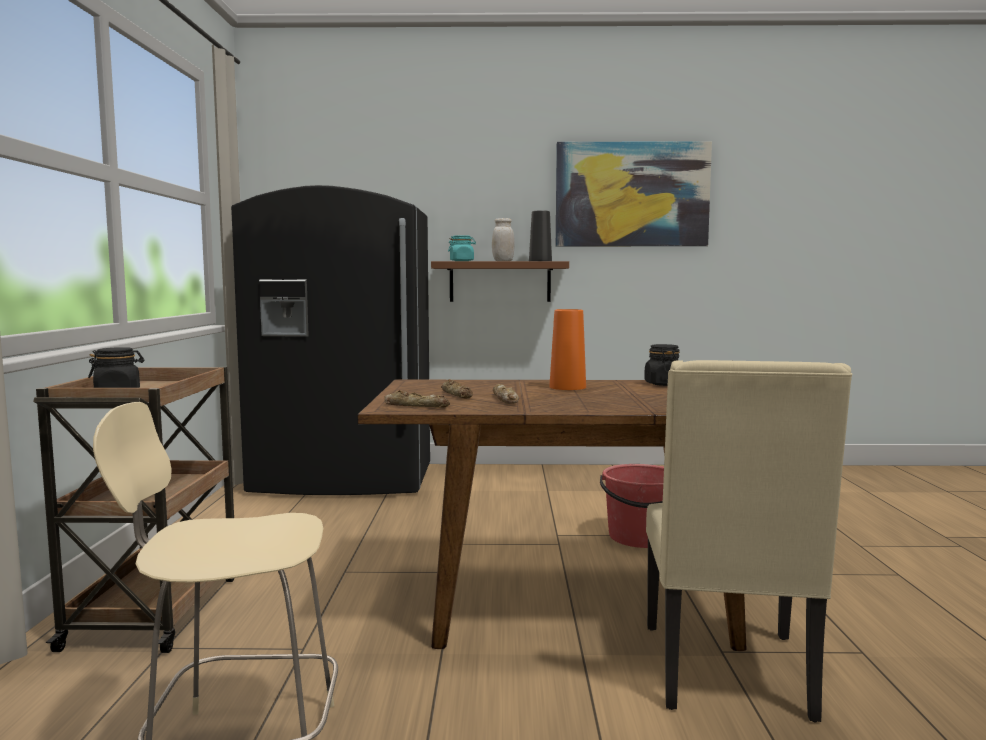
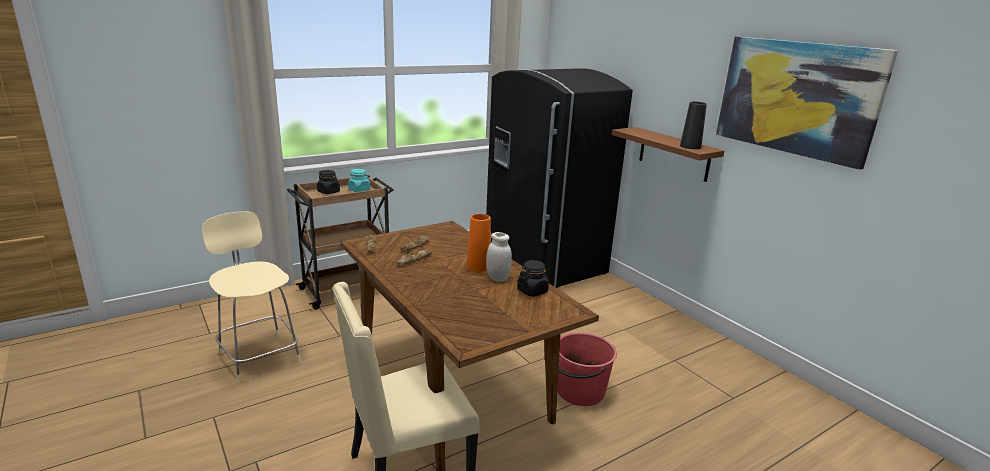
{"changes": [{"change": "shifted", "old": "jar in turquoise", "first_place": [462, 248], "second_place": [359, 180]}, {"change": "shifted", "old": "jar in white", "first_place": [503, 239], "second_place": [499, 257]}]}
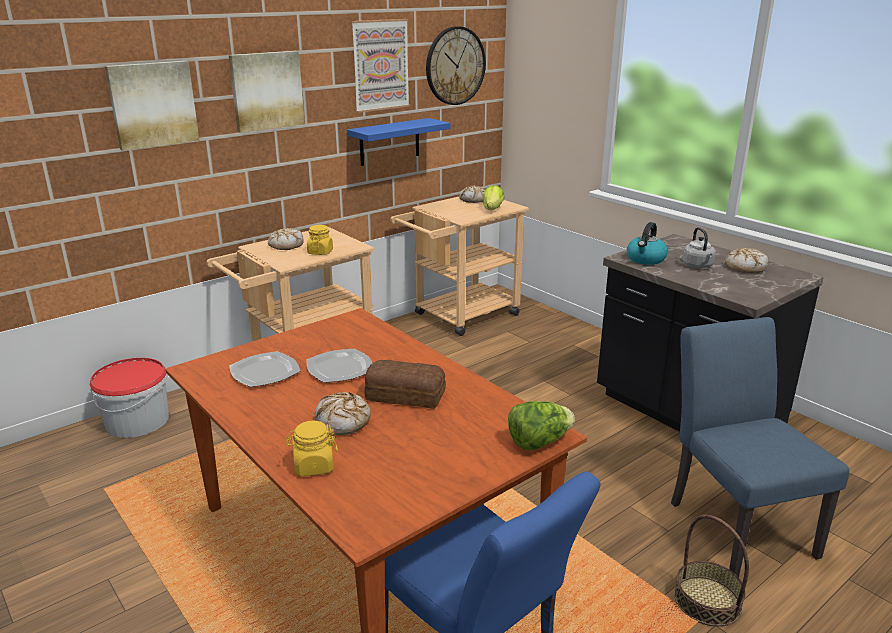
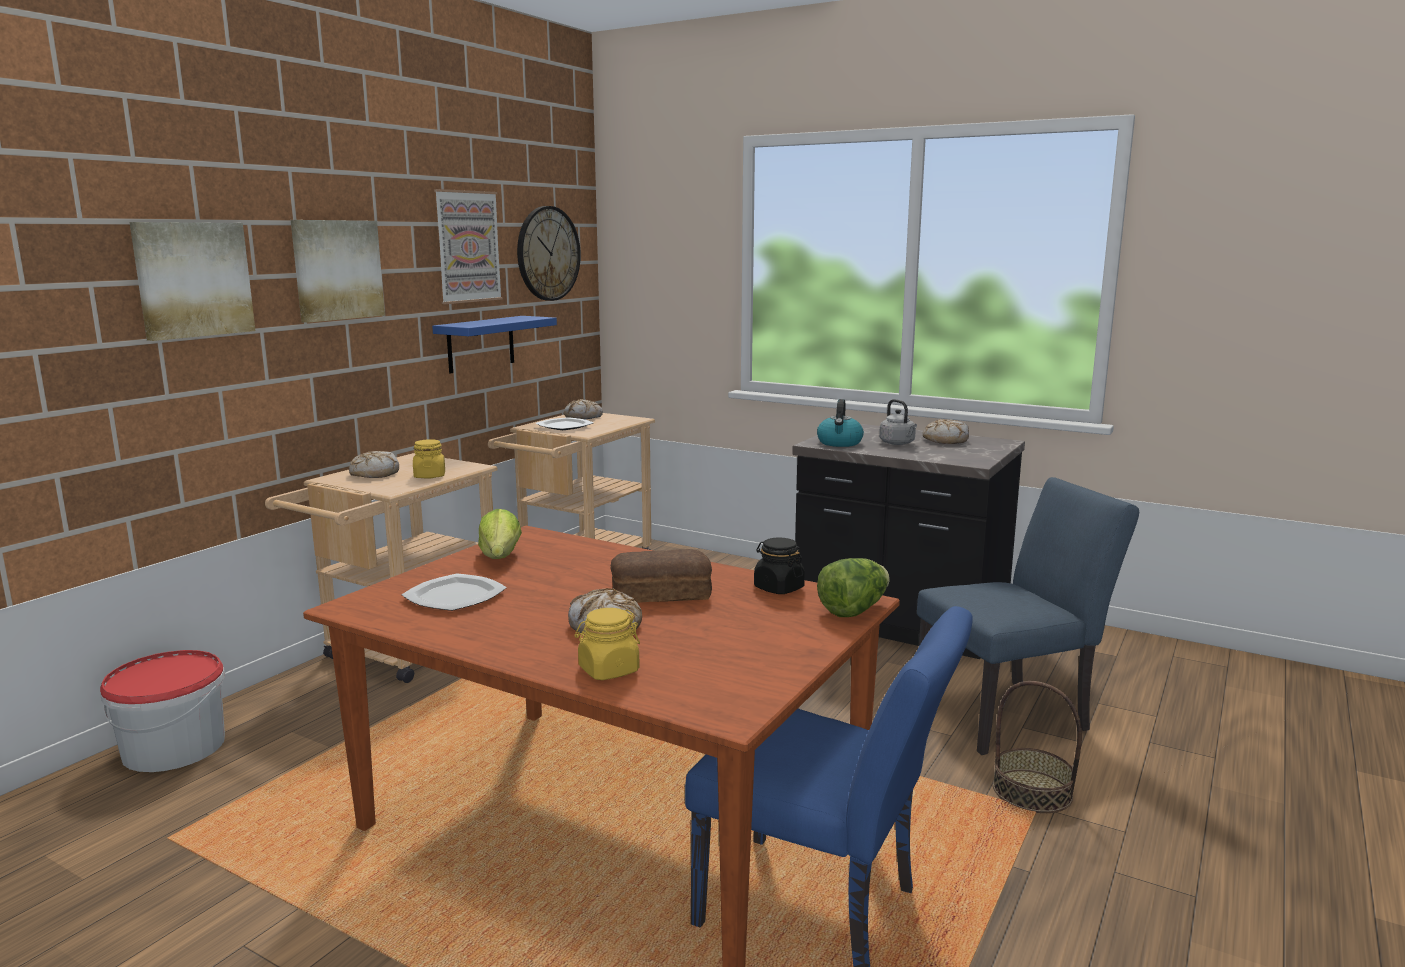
{"changes": [{"change": "shifted", "old": "lettuce", "first_place": [494, 197], "second_place": [500, 534]}, {"change": "shifted", "old": "plate", "first_place": [339, 366], "second_place": [564, 423]}, {"change": "new", "new": "jar in black", "second_place": [779, 566]}, {"change": "rotated", "old": "chair in blue", "first_place": [760, 447], "second_place": [1028, 616], "degrees": 105}]}
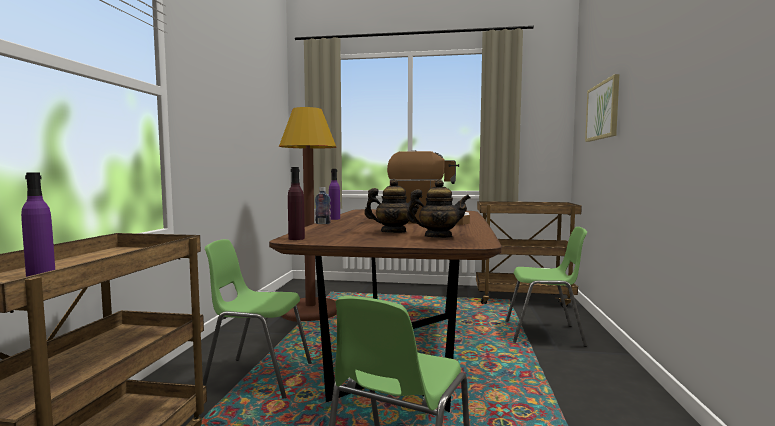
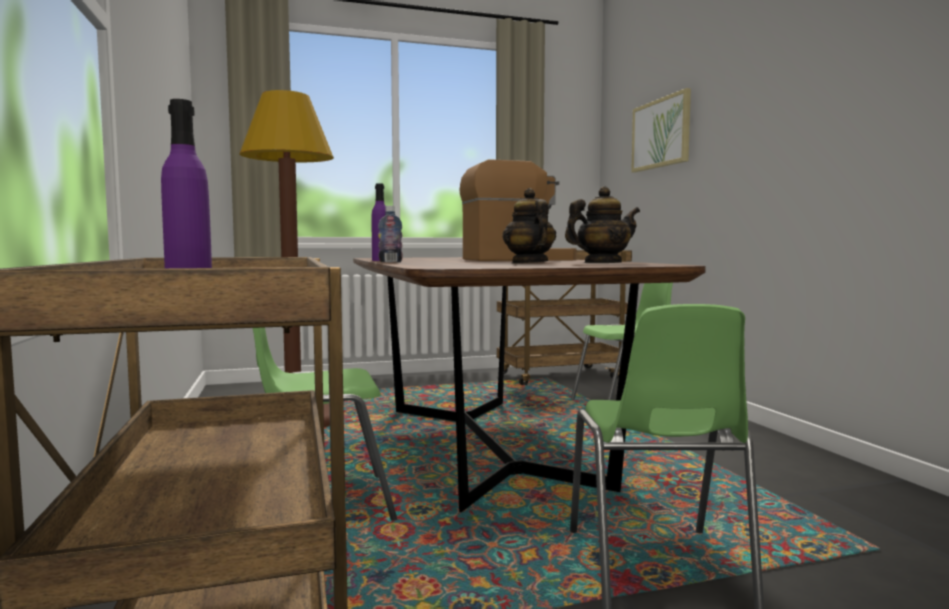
{"changes": [{"change": "rotated", "old": "teapot", "first_place": [393, 206], "second_place": [529, 225], "degrees": -90}, {"change": "gone", "old": "bottle in purple", "first_place": [296, 203]}]}
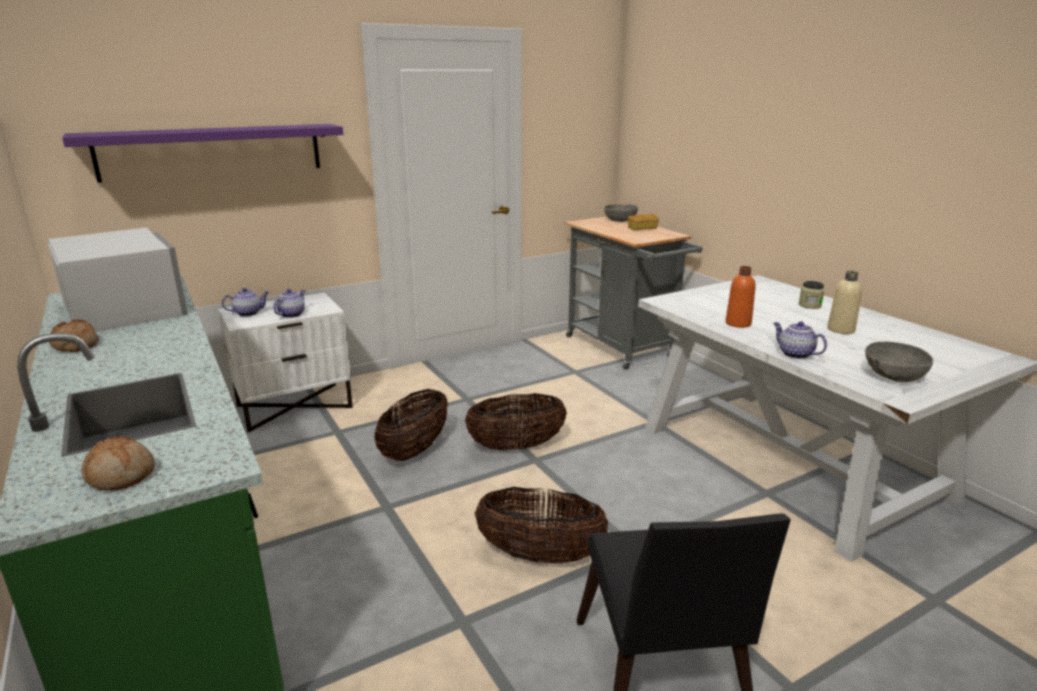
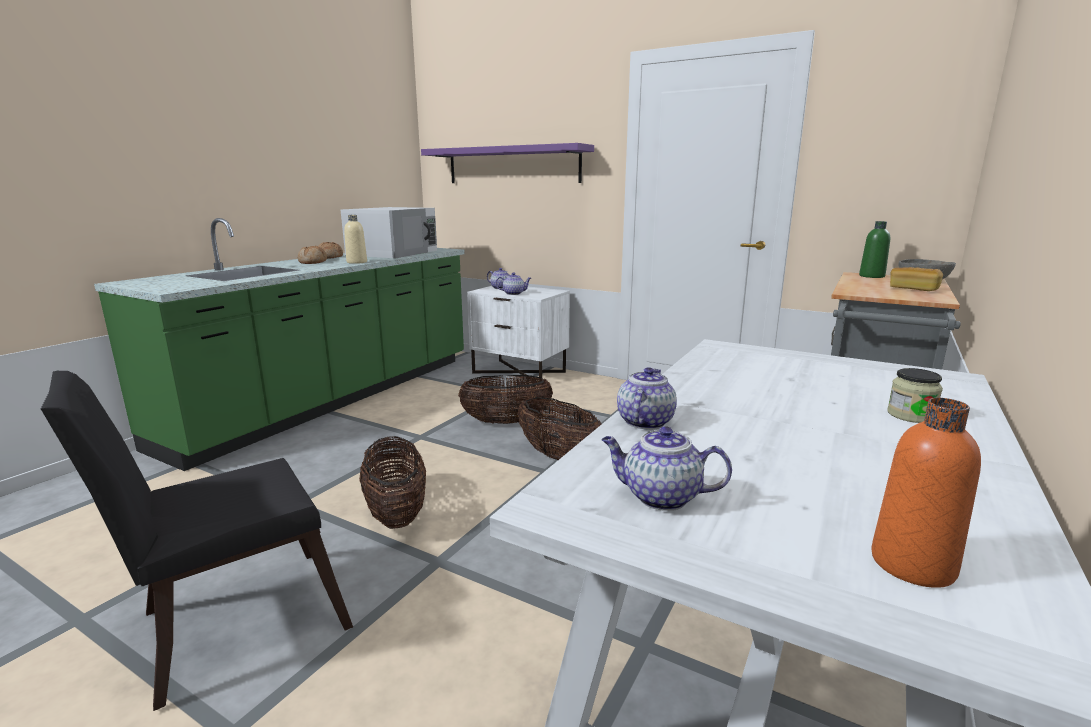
{"changes": [{"change": "shifted", "old": "bread", "first_place": [118, 463], "second_place": [312, 255]}, {"change": "shifted", "old": "bottle in beige", "first_place": [844, 302], "second_place": [355, 239]}, {"change": "swapped", "old": "bowl in grey", "new": "teapot", "first_place": [899, 361], "second_place": [666, 468]}, {"change": "new", "new": "bottle in green", "second_place": [874, 249]}, {"change": "shifted", "old": "bottle in orange", "first_place": [740, 297], "second_place": [926, 493]}]}
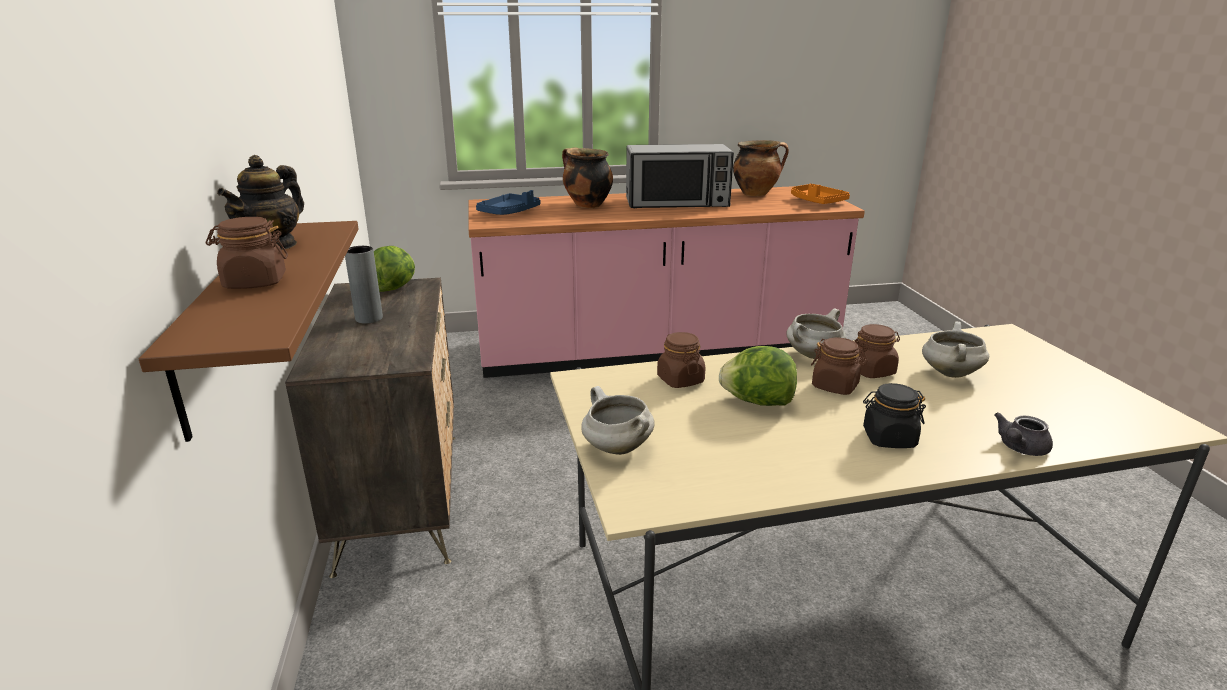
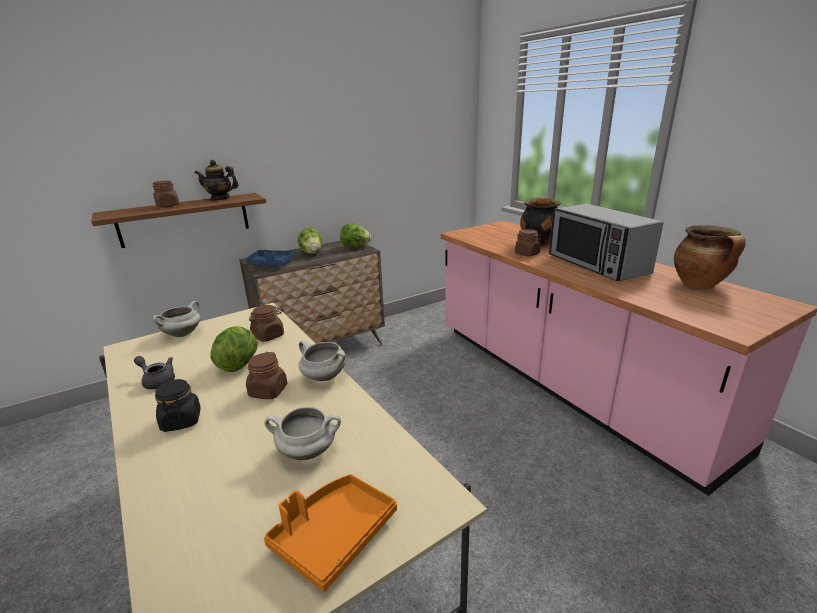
{"changes": [{"change": "shifted", "old": "teapot in grey", "first_place": [1023, 434], "second_place": [154, 372]}, {"change": "shifted", "old": "tray in blue", "first_place": [508, 202], "second_place": [271, 258]}, {"change": "shifted", "old": "tray in orange", "first_place": [820, 194], "second_place": [330, 533]}, {"change": "swapped", "old": "vase in grey", "new": "lettuce", "first_place": [364, 285], "second_place": [310, 241]}, {"change": "shifted", "old": "jar in brown", "first_place": [877, 351], "second_place": [528, 242]}]}
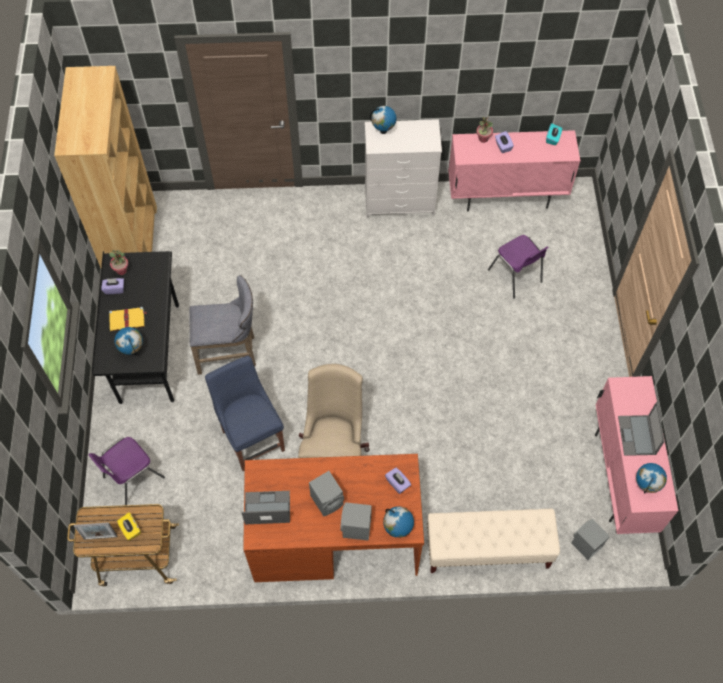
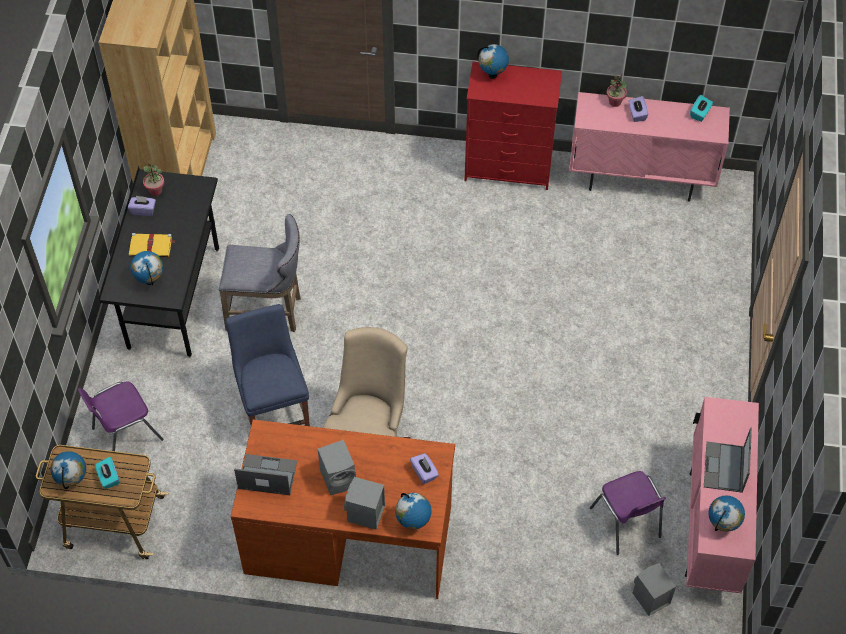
{"changes": [{"change": "swapped", "old": "picture frame", "new": "globe", "first_place": [96, 531], "second_place": [68, 470]}, {"change": "repainted", "old": "tissue box in yellow", "new": "tissue box in turquoise", "first_place": [129, 526], "second_place": [107, 473]}, {"change": "repainted", "old": "dresser in white", "new": "dresser in red", "first_place": [403, 168], "second_place": [513, 126]}, {"change": "shifted", "old": "chair in purple", "first_place": [518, 267], "second_place": [628, 513]}, {"change": "gone", "old": "bench in beige", "first_place": [493, 540]}]}
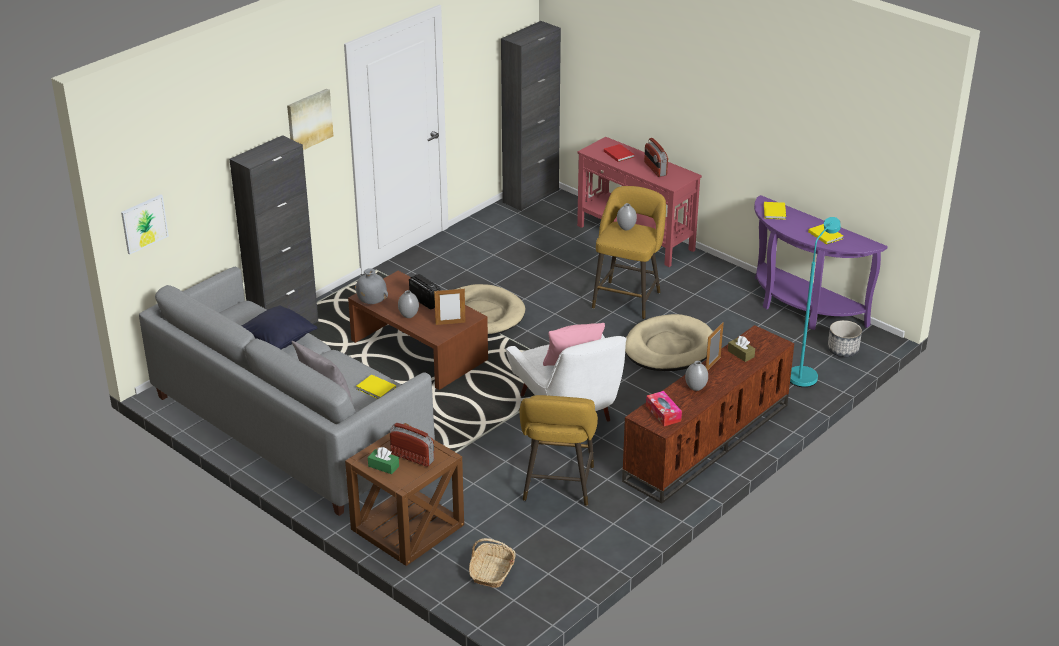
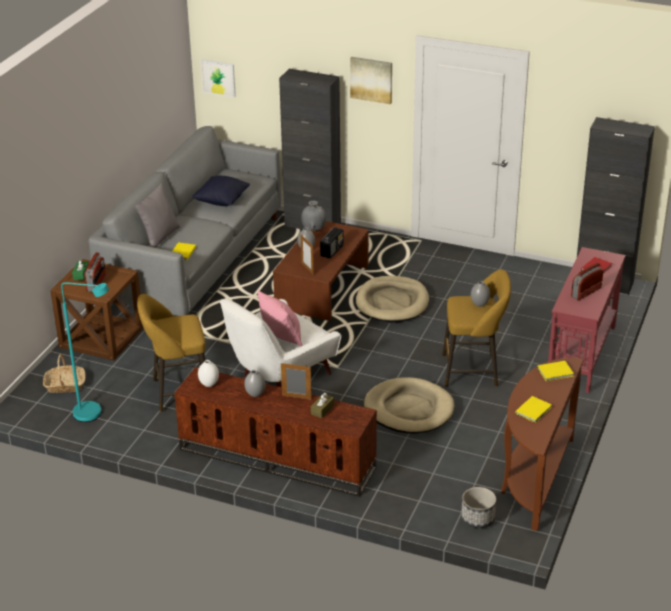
{"changes": [{"change": "shifted", "old": "floor lamp in turquoise", "first_place": [815, 302], "second_place": [85, 352]}, {"change": "swapped", "old": "tissue box", "new": "vase in white", "first_place": [664, 408], "second_place": [208, 373]}, {"change": "repainted", "old": "console table in purple", "new": "console table in brown", "first_place": [821, 262], "second_place": [543, 444]}]}
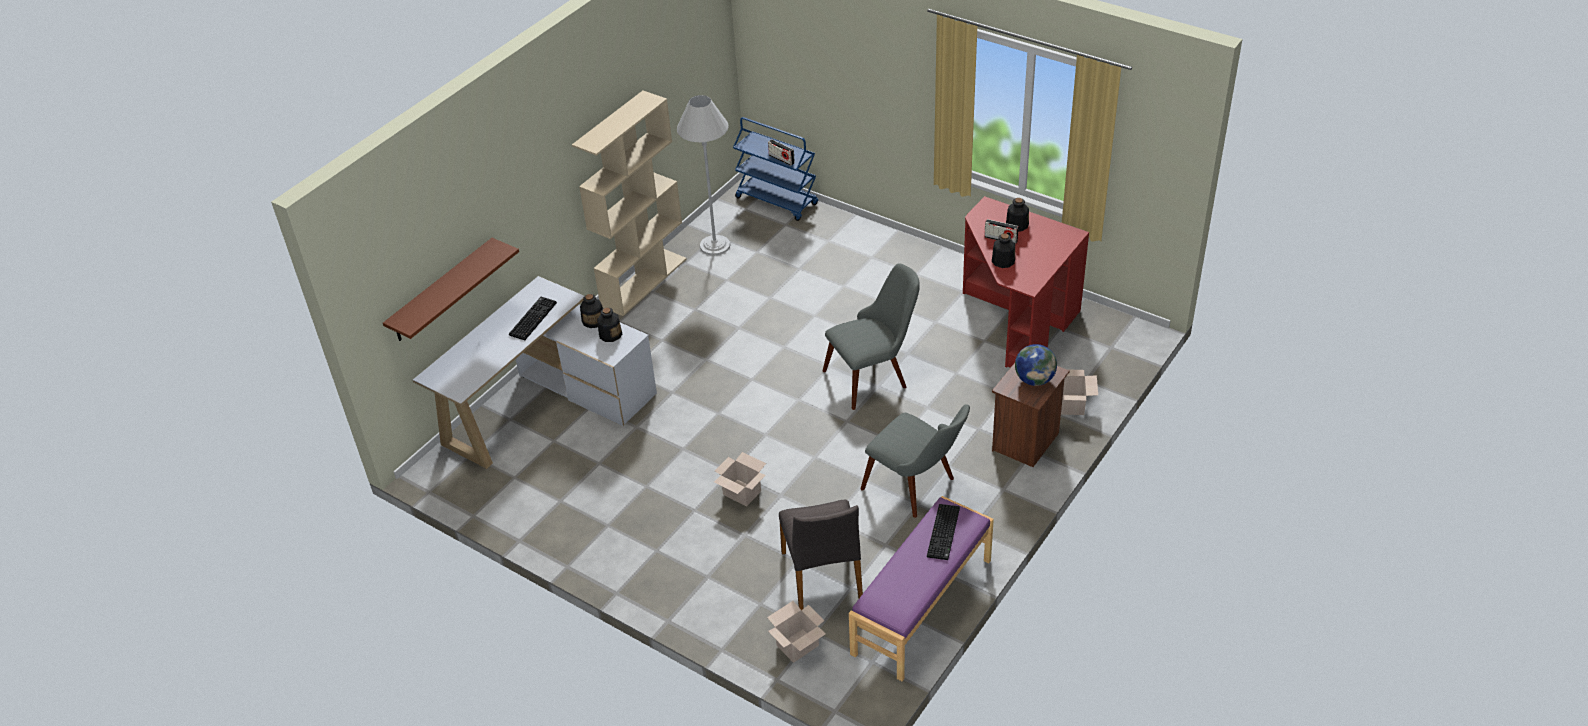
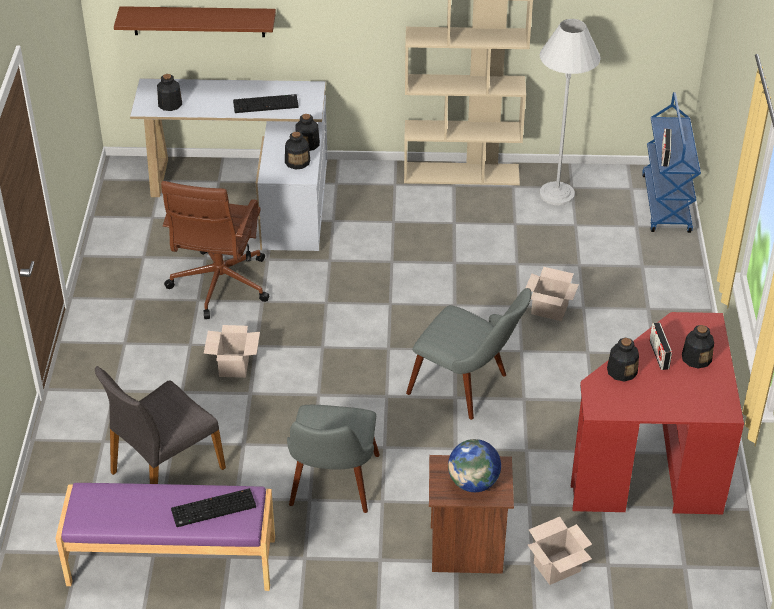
{"changes": [{"change": "new", "new": "bottle", "second_place": [169, 92]}, {"change": "new", "new": "office chair in brown", "second_place": [215, 250]}, {"change": "shifted", "old": "cardboard box", "first_place": [796, 632], "second_place": [552, 294]}]}
